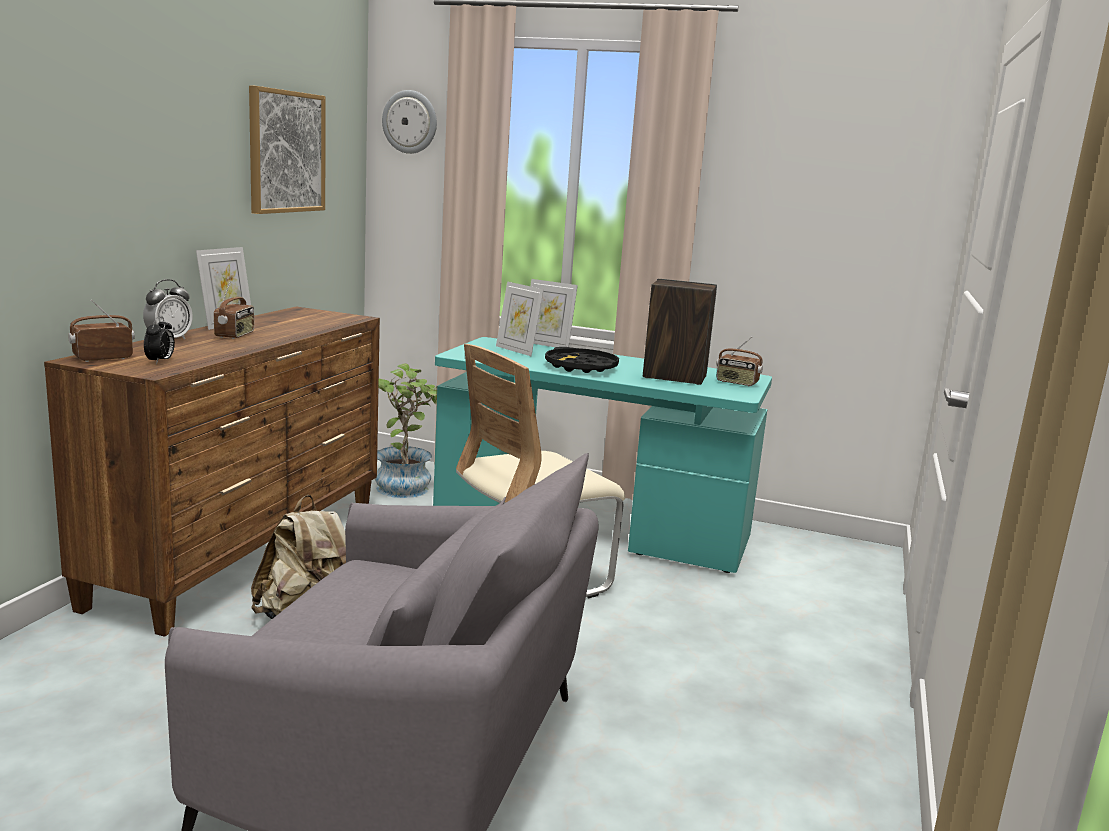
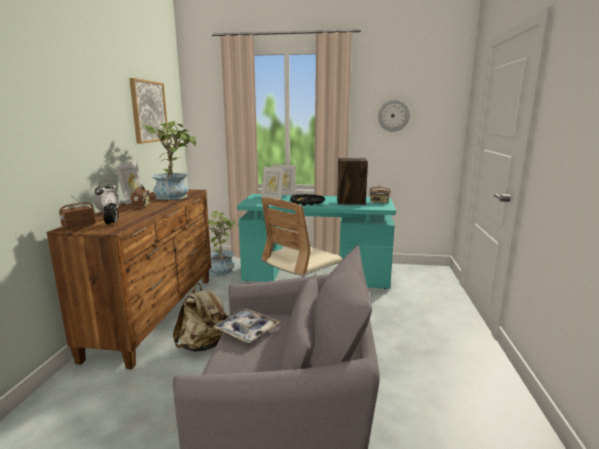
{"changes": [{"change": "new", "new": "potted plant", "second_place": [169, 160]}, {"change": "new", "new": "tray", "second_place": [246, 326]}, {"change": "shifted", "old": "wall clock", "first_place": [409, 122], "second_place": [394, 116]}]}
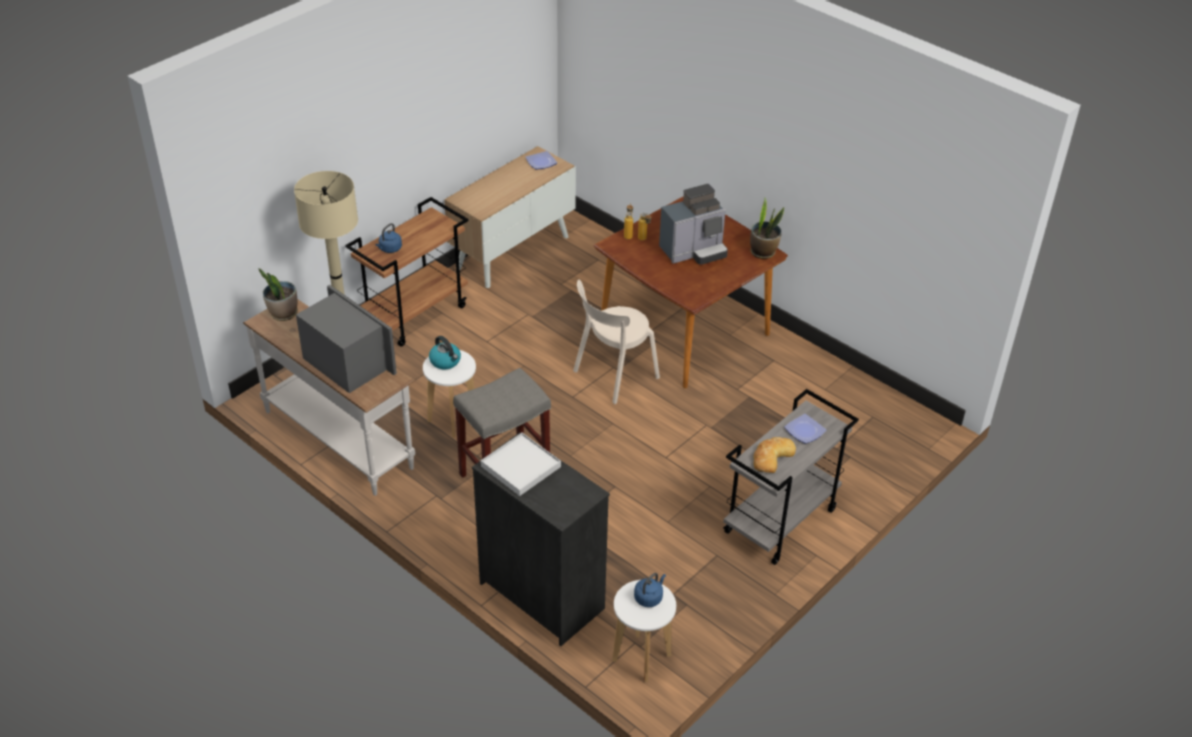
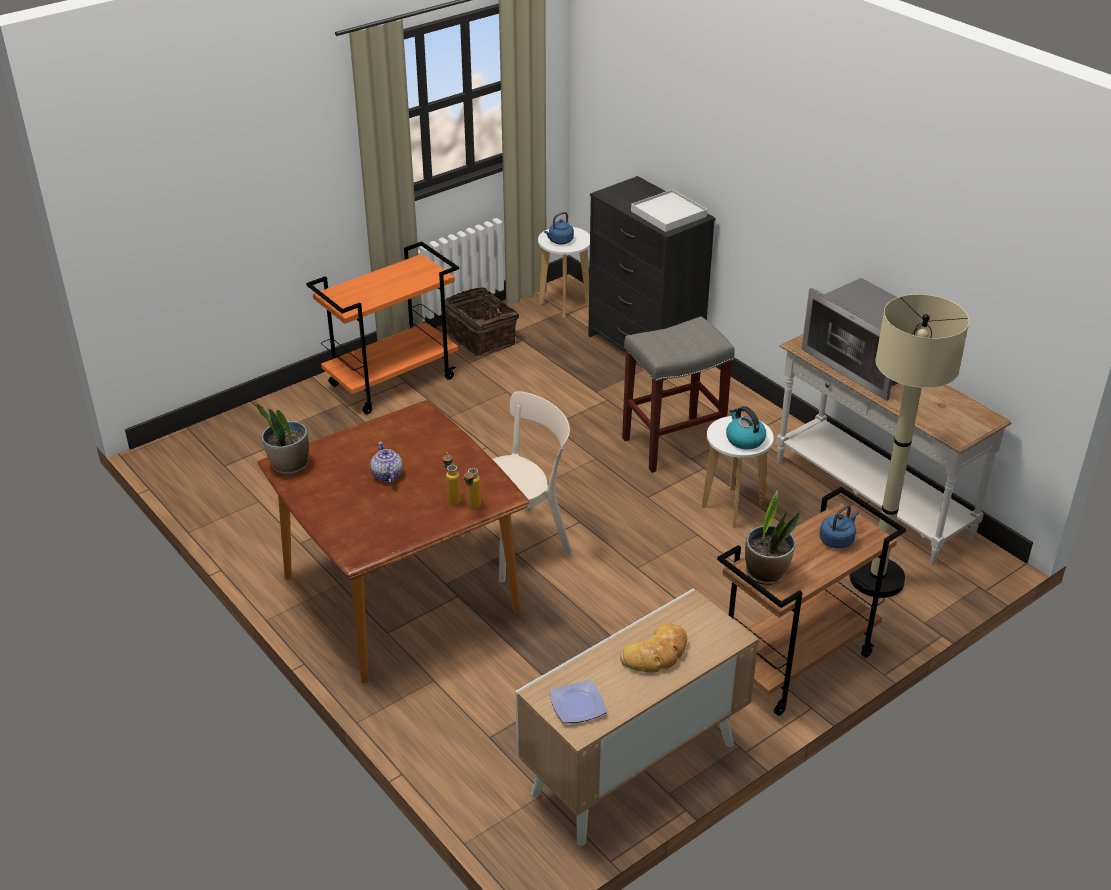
{"changes": [{"change": "repainted", "old": "cart in grey", "new": "cart in orange", "first_place": [791, 477], "second_place": [382, 327]}, {"change": "swapped", "old": "coffee machine", "new": "teapot", "first_place": [693, 224], "second_place": [386, 462]}, {"change": "new", "new": "basket", "second_place": [482, 321]}, {"change": "shifted", "old": "bread", "first_place": [774, 455], "second_place": [653, 648]}, {"change": "shifted", "old": "potted plant", "first_place": [278, 294], "second_place": [772, 537]}, {"change": "gone", "old": "plate", "first_place": [805, 429]}]}
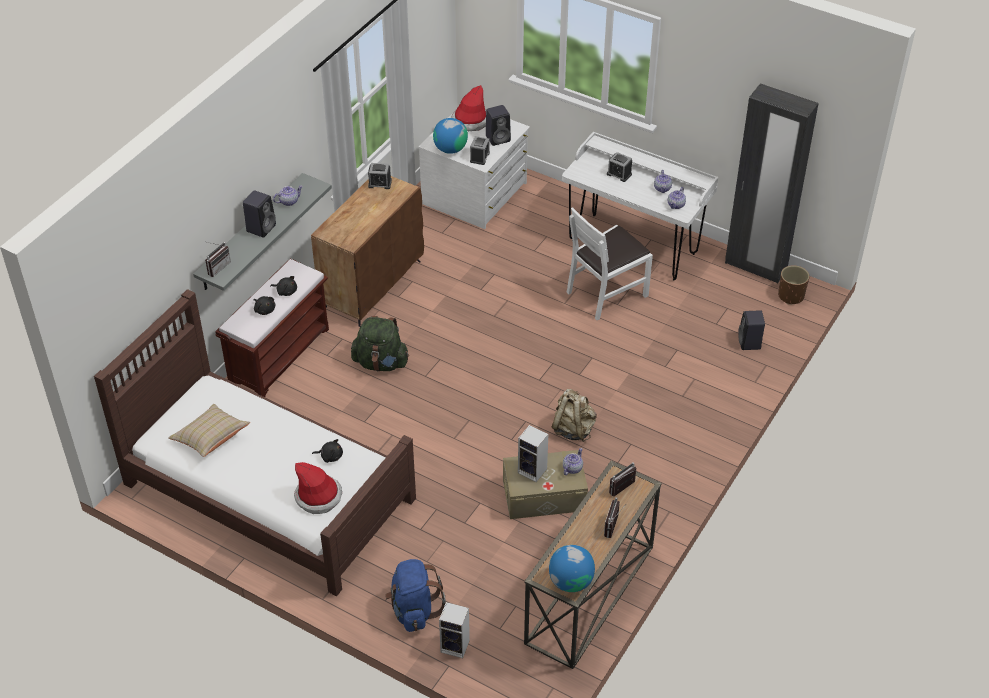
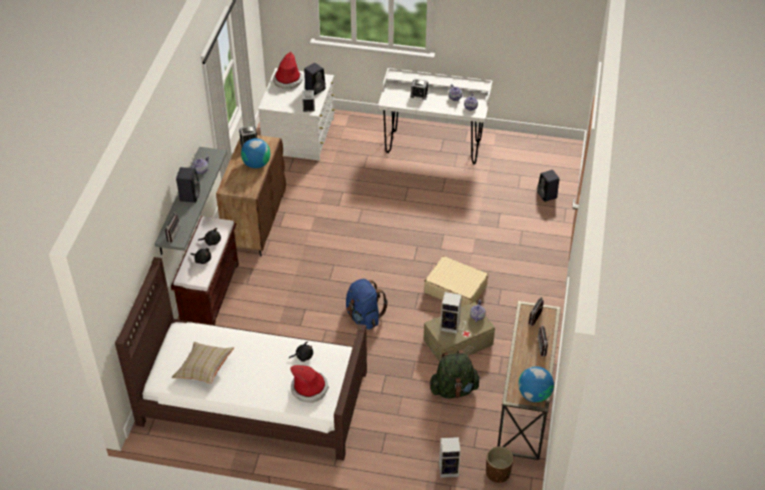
{"changes": [{"change": "shifted", "old": "globe", "first_place": [450, 136], "second_place": [255, 153]}, {"change": "shifted", "old": "backpack in blue", "first_place": [415, 595], "second_place": [367, 304]}, {"change": "swapped", "old": "backpack in beige", "new": "suitcase in beige", "first_place": [574, 415], "second_place": [456, 282]}, {"change": "shifted", "old": "backpack in green", "first_place": [380, 343], "second_place": [455, 374]}, {"change": "shifted", "old": "planter in brown", "first_place": [793, 284], "second_place": [499, 464]}, {"change": "gone", "old": "chair in white", "first_place": [610, 264]}, {"change": "gone", "old": "wardrobe in black", "first_place": [772, 183]}]}
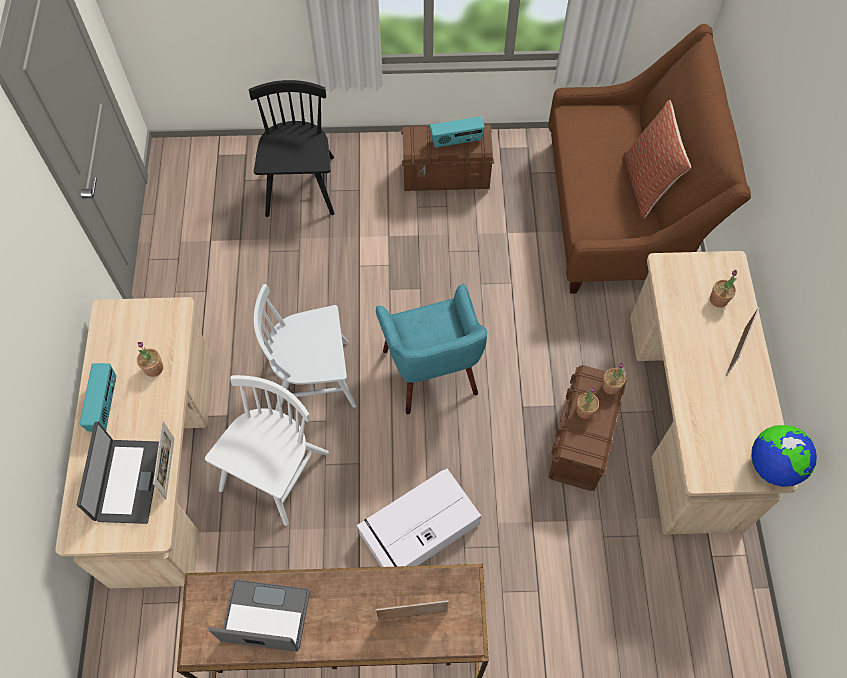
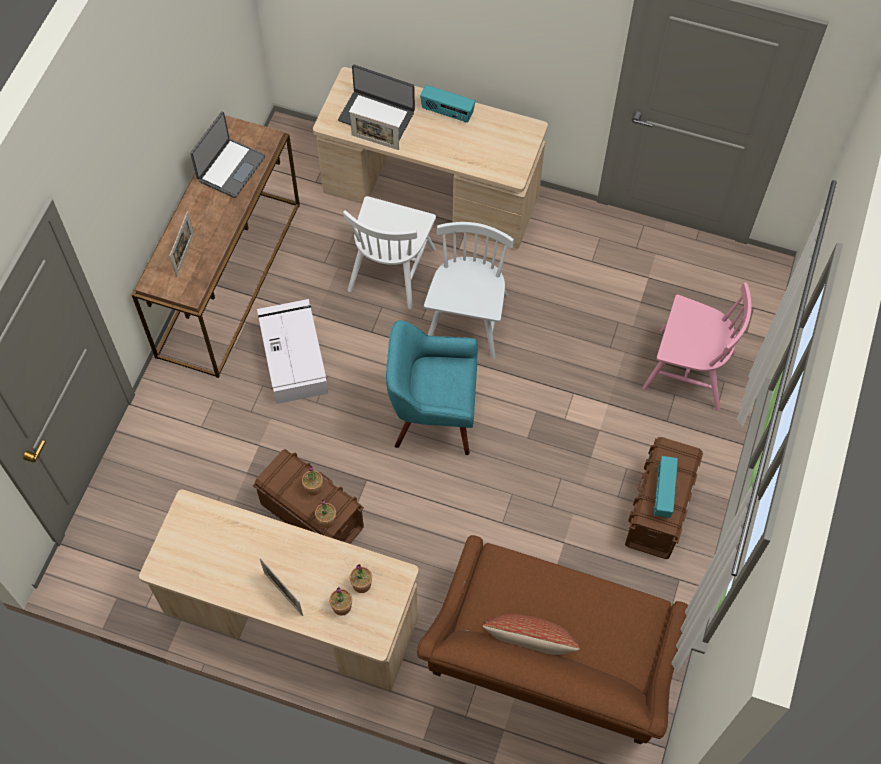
{"changes": [{"change": "rotated", "old": "chair in white", "first_place": [267, 450], "second_place": [389, 252], "degrees": 60}, {"change": "shifted", "old": "potted plant", "first_place": [150, 359], "second_place": [361, 578]}, {"change": "repainted", "old": "chair in black", "new": "chair in pink", "first_place": [291, 148], "second_place": [697, 346]}, {"change": "gone", "old": "globe", "first_place": [784, 456]}]}
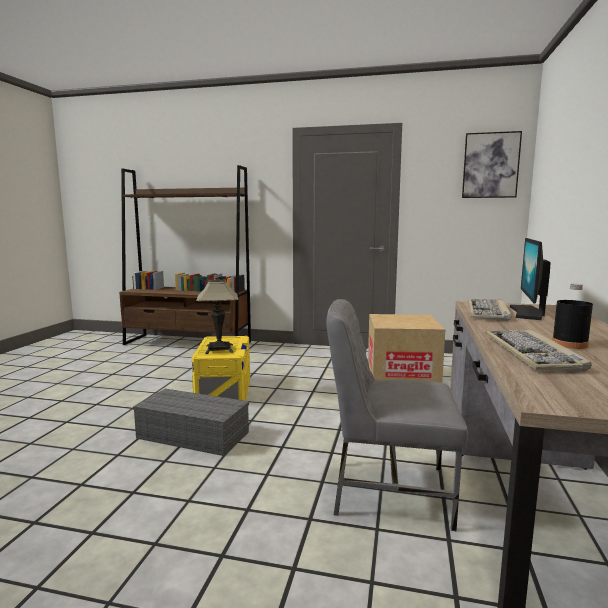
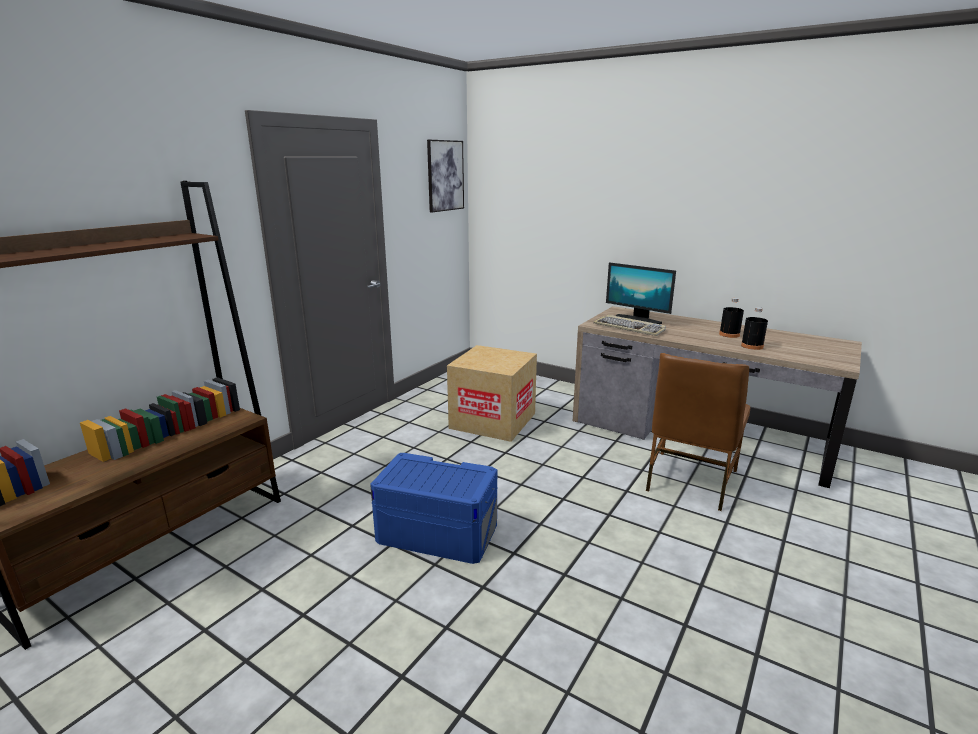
{"changes": [{"change": "repainted", "old": "storage box in yellow", "new": "storage box in blue", "first_place": [221, 368], "second_place": [434, 508]}, {"change": "repainted", "old": "chair in grey", "new": "chair in brown", "first_place": [397, 415], "second_place": [698, 432]}, {"change": "swapped", "old": "keyboard", "new": "bottle in black", "first_place": [538, 350], "second_place": [754, 328]}, {"change": "gone", "old": "storage box in grey", "first_place": [191, 422]}, {"change": "gone", "old": "table lamp", "first_place": [217, 317]}]}
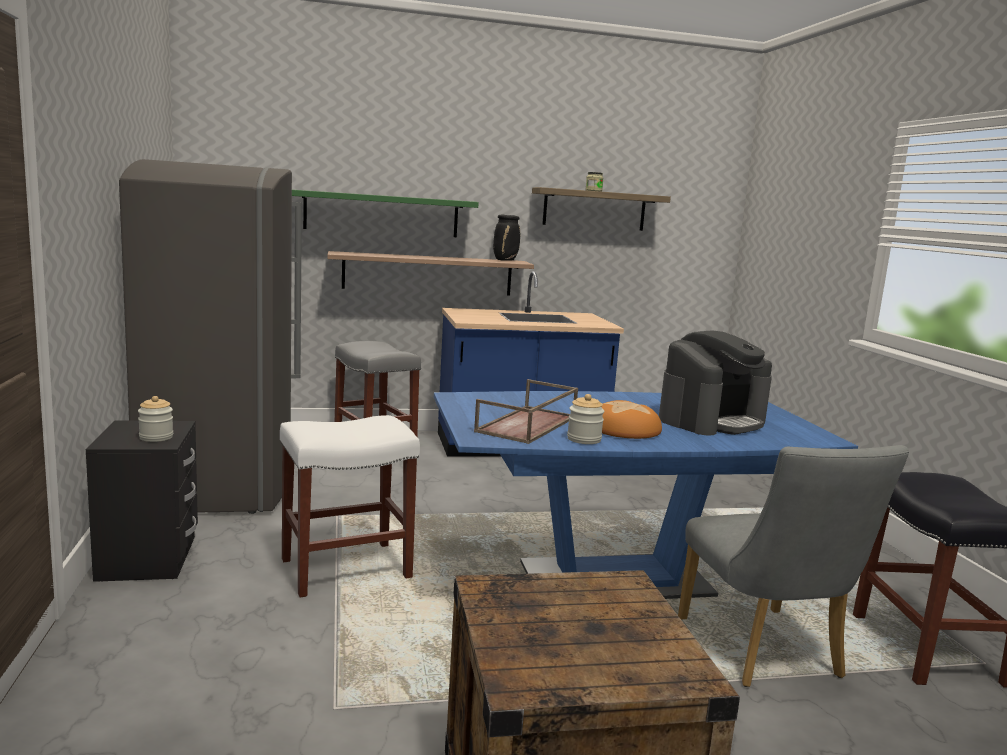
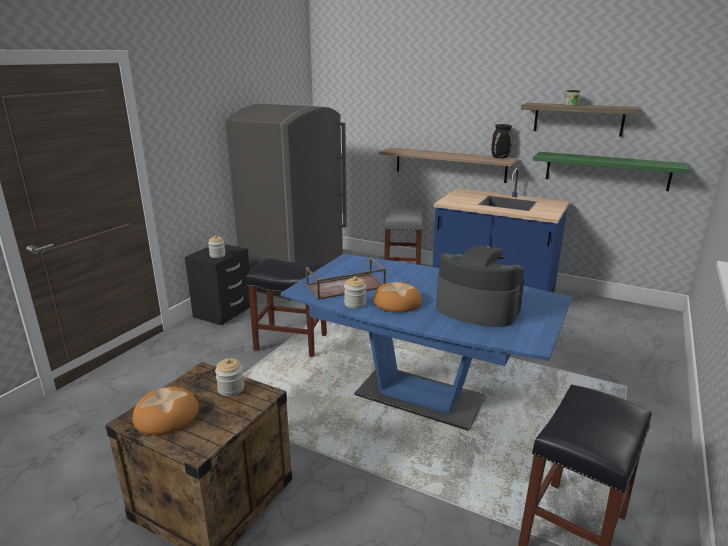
{"changes": [{"change": "new", "new": "bread", "second_place": [166, 411]}, {"change": "new", "new": "jar", "second_place": [229, 377]}, {"change": "repainted", "old": "stool in white", "new": "stool in black", "first_place": [350, 506], "second_place": [286, 307]}, {"change": "rotated", "old": "coffee machine", "first_place": [715, 382], "second_place": [480, 286], "degrees": -150}, {"change": "shifted", "old": "shelf in green", "first_place": [385, 213], "second_place": [611, 171]}, {"change": "gone", "old": "chair in grey", "first_place": [793, 566]}]}
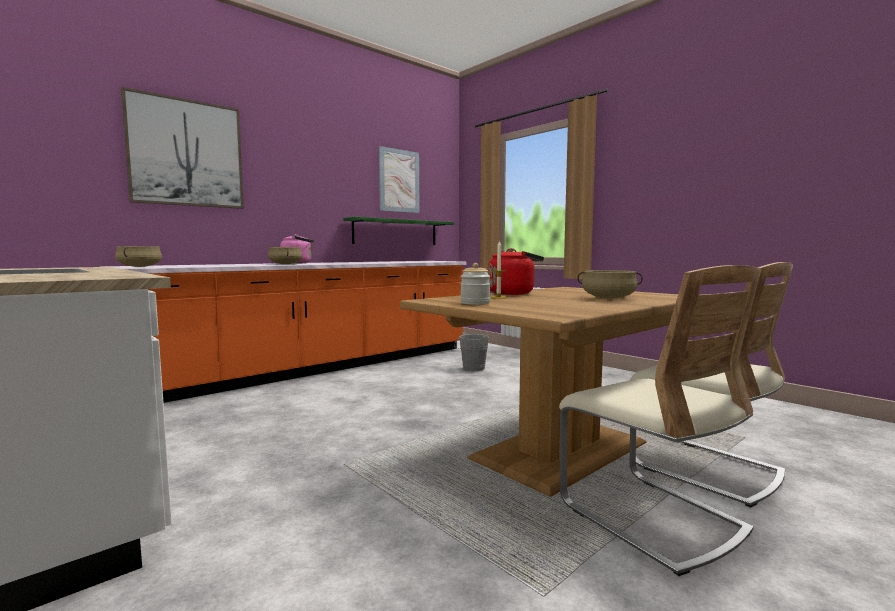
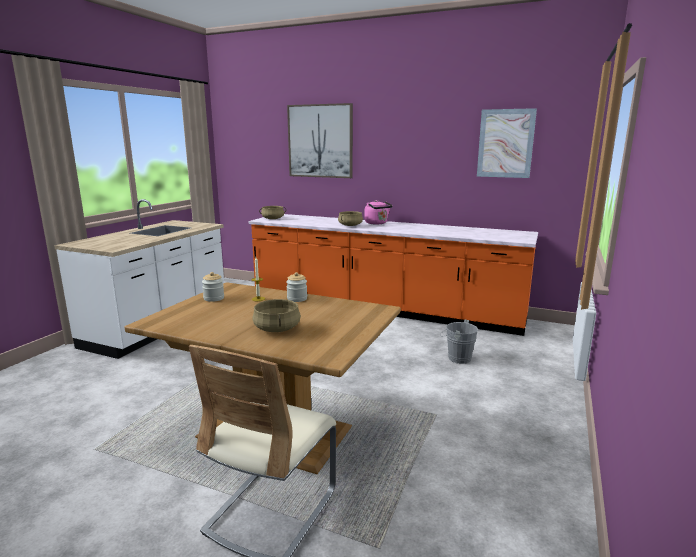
{"changes": [{"change": "swapped", "old": "kettle in red", "new": "jar", "first_place": [516, 271], "second_place": [296, 287]}, {"change": "gone", "old": "shelf in green", "first_place": [398, 231]}, {"change": "gone", "old": "chair in beige", "first_place": [660, 420]}]}
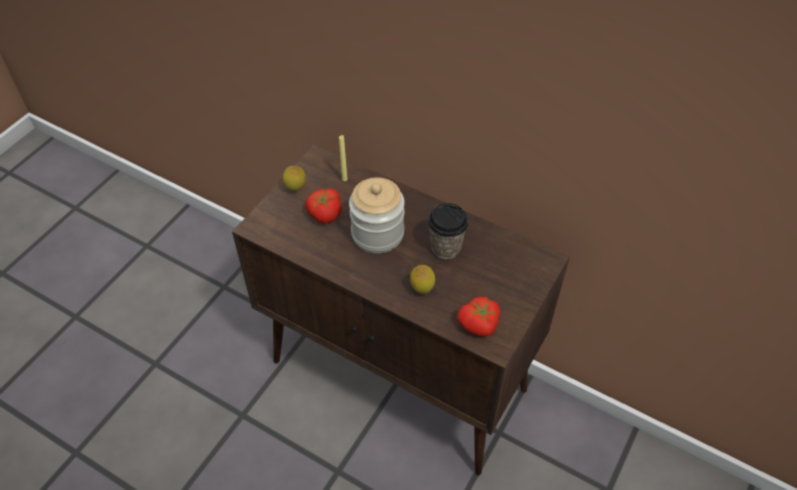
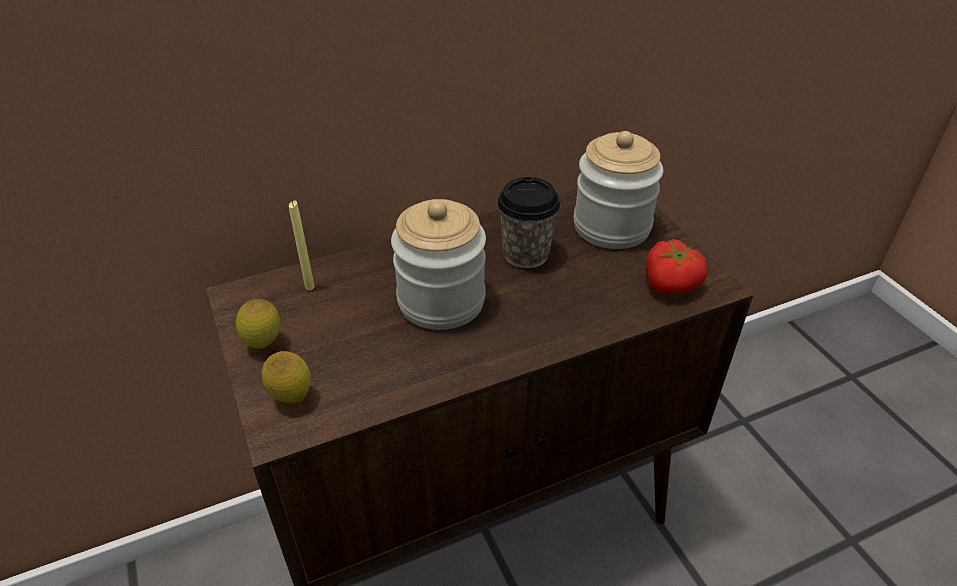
{"changes": [{"change": "shifted", "old": "lemon", "first_place": [422, 279], "second_place": [286, 377]}, {"change": "new", "new": "jar", "second_place": [618, 190]}, {"change": "gone", "old": "tomato", "first_place": [323, 206]}]}
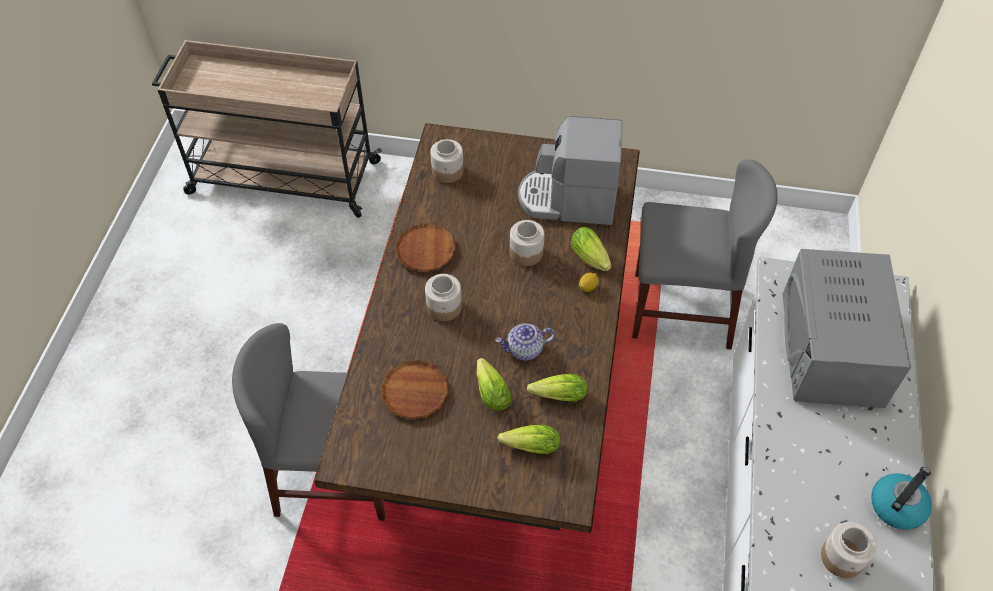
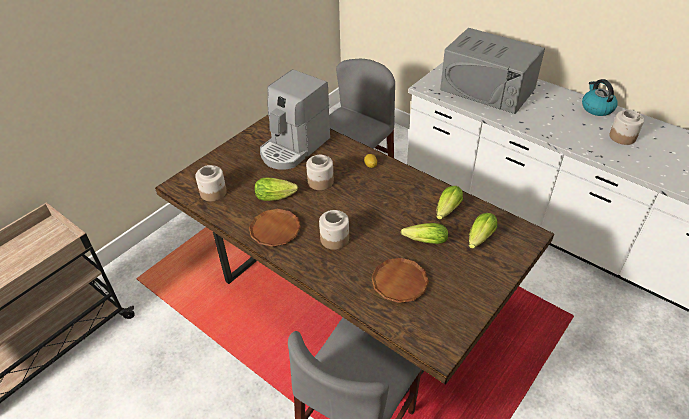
{"changes": [{"change": "shifted", "old": "lettuce", "first_place": [591, 249], "second_place": [276, 189]}, {"change": "gone", "old": "teapot", "first_place": [525, 342]}]}
